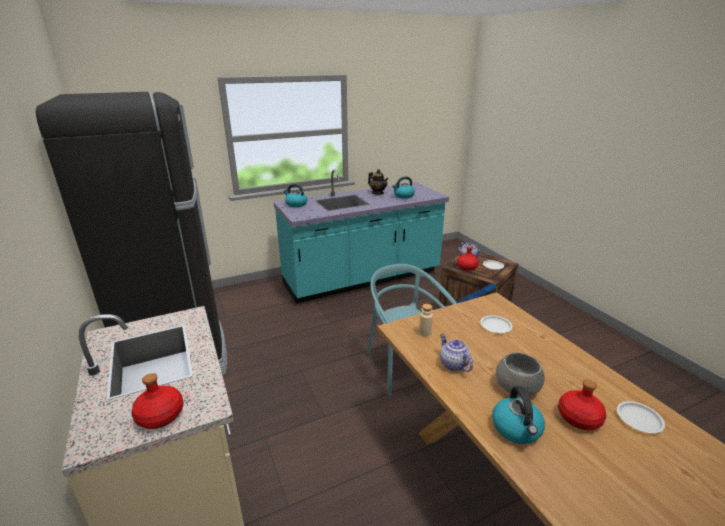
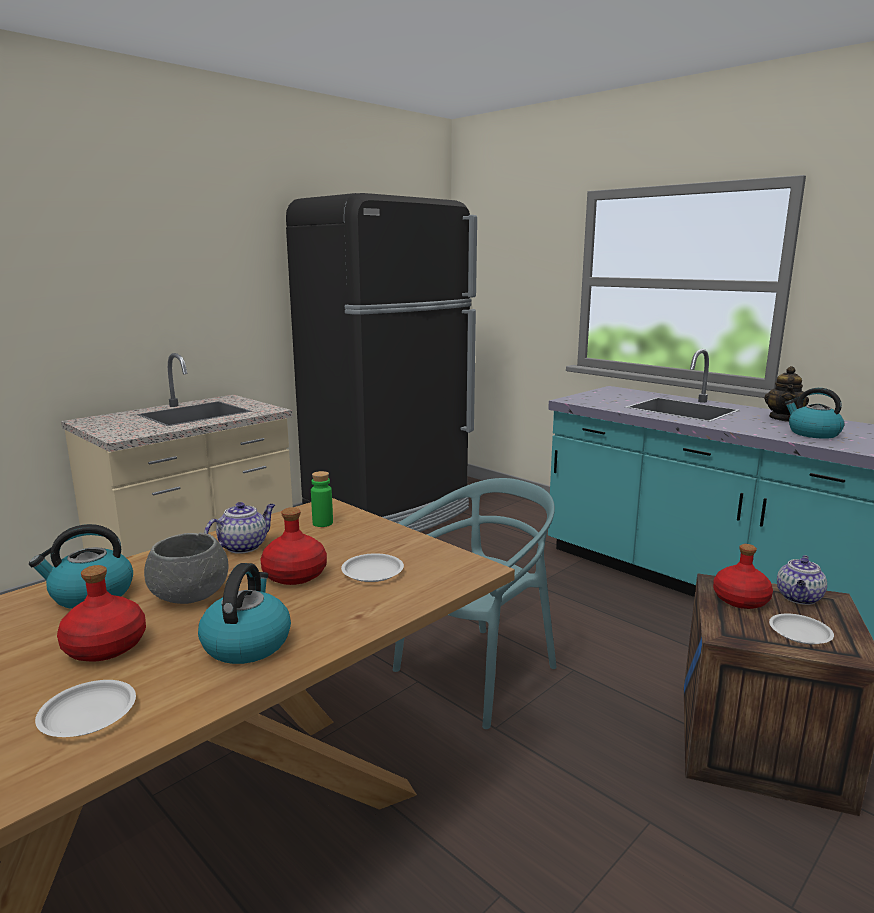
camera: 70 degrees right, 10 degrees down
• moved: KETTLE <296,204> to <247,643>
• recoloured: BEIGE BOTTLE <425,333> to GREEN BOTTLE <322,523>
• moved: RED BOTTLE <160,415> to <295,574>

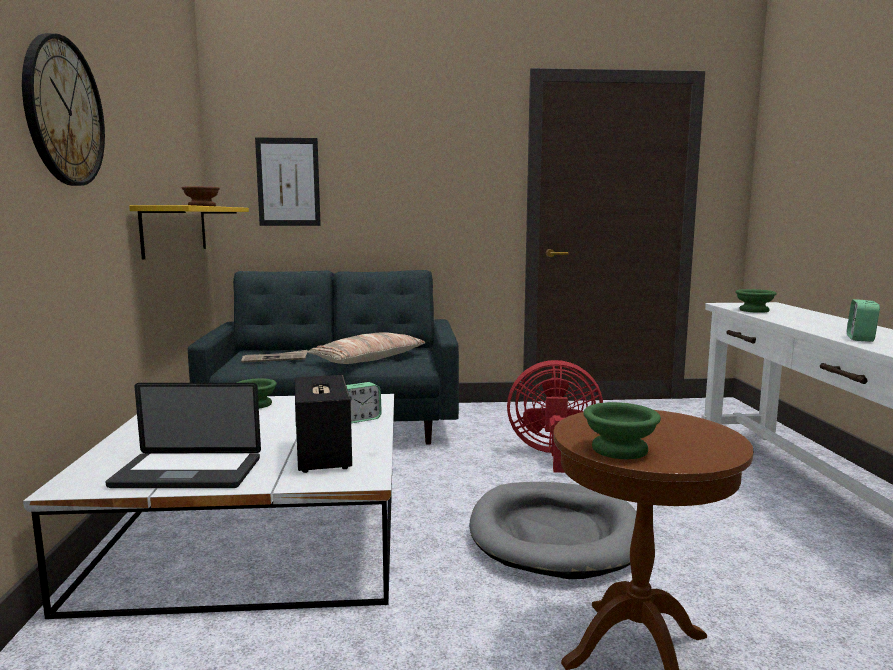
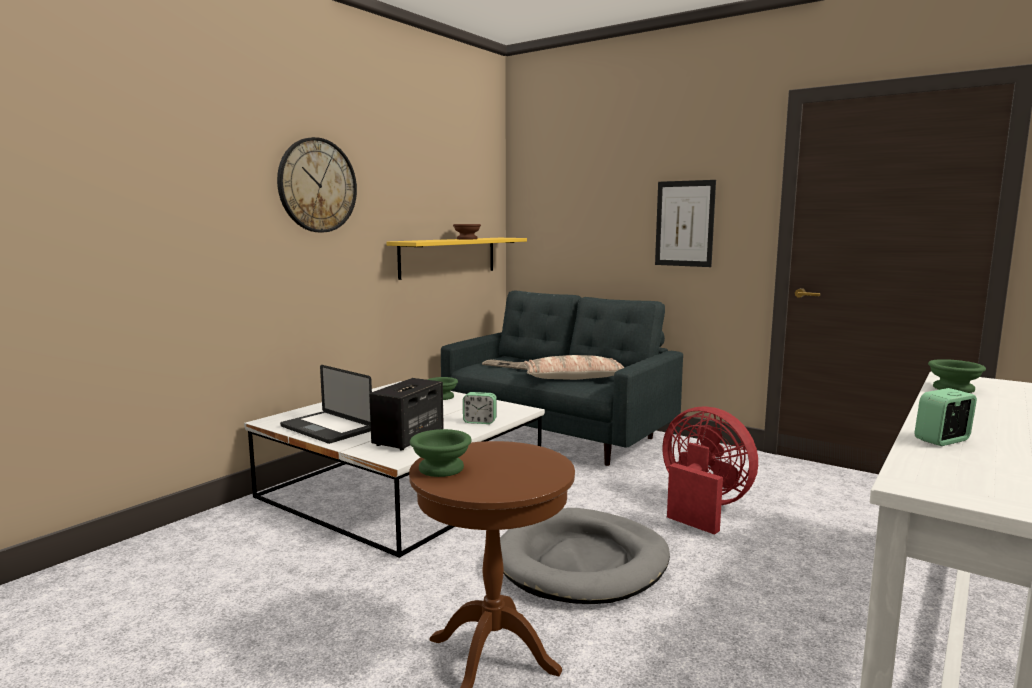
camera: 40 degrees right, 0 degrees up
• moved: PICTURE <288,182> to <684,223>

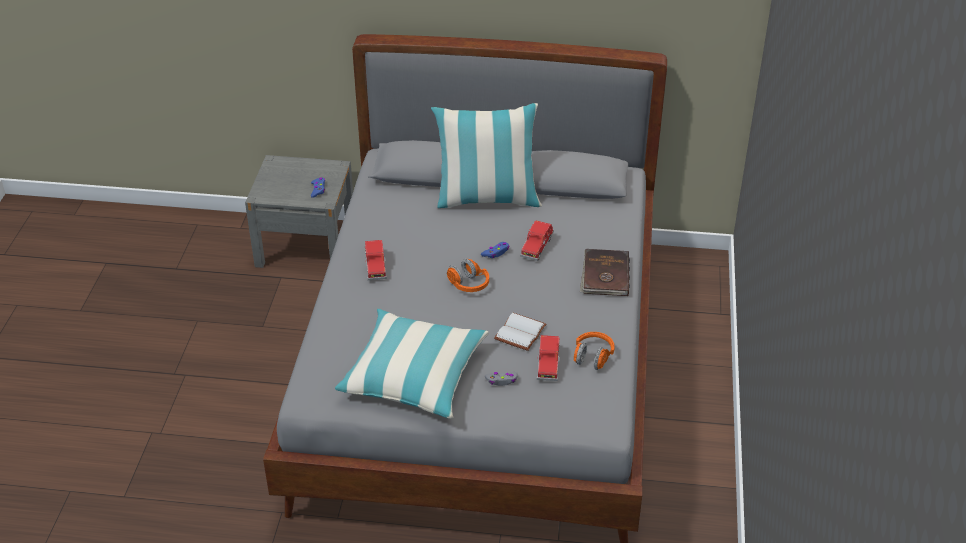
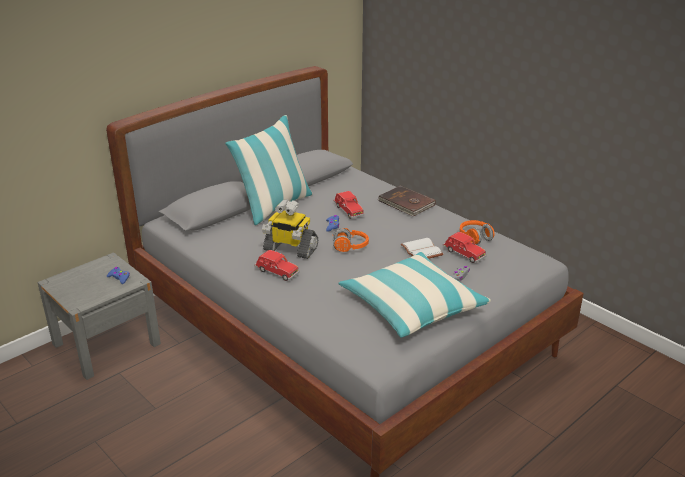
camera: 50 degrees left, 10 degrees down
• added: TOY ROBOT <290,249>

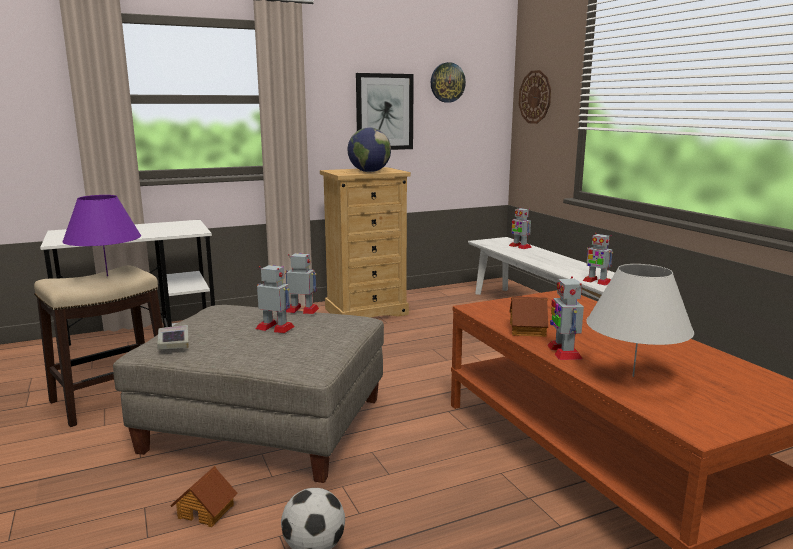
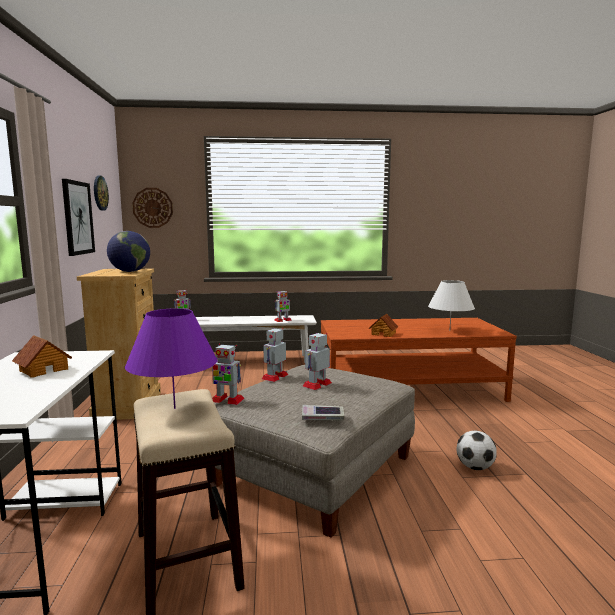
camera: 70 degrees left, 5 degrees down
• moved: TOY ROBOT <563,352> to <227,400>
• moved: TOY HOUSE <206,510> to <43,370>

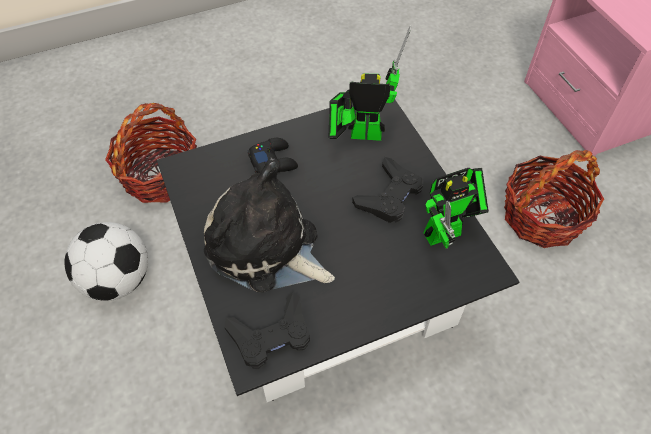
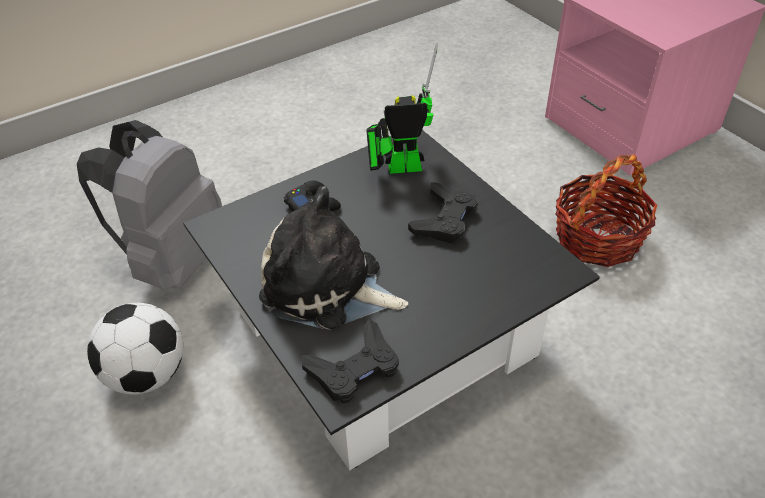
camera: 10 degrees left, 10 degrees down
• replaced: BASKET <160,175> to GREY BACKPACK <173,260>
• removed: TOY ROBOT <447,232>

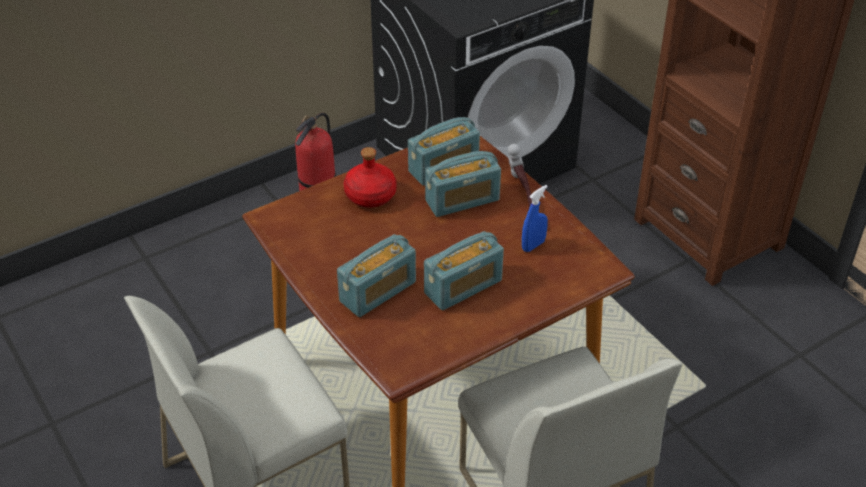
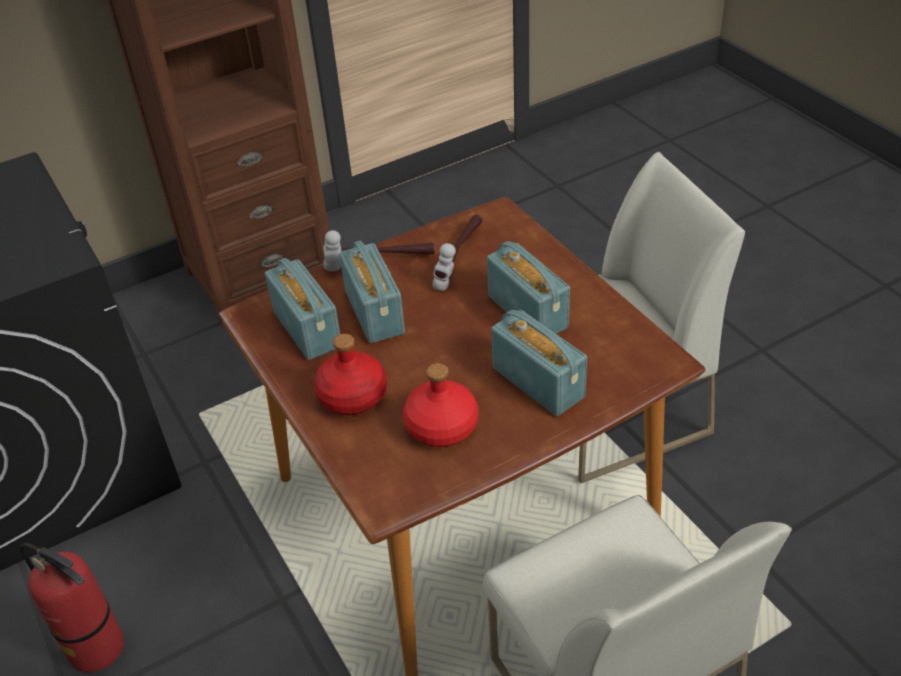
camera: 85 degrees left, 0 degrees up
• replaced: BLUE SPRAY BOTTLE <533,245> to HAMMER <460,258>
• added: RED BOTTLE <441,427>

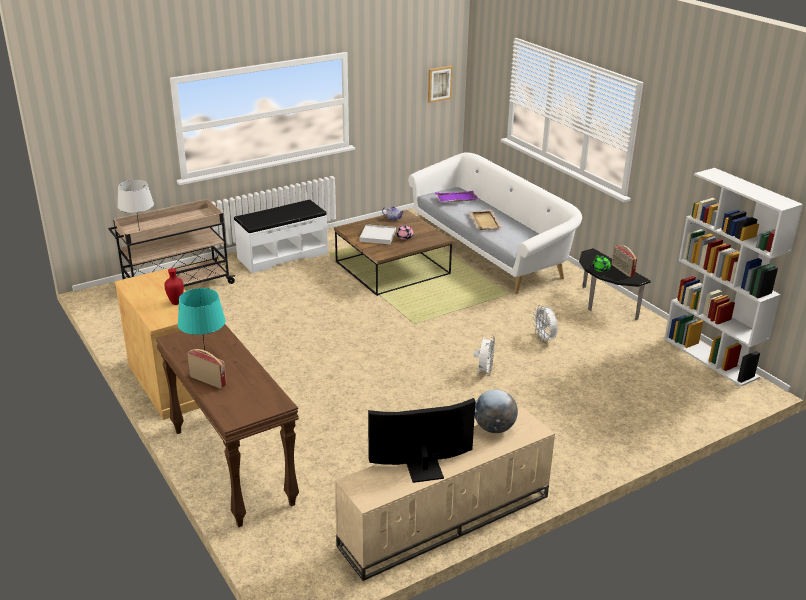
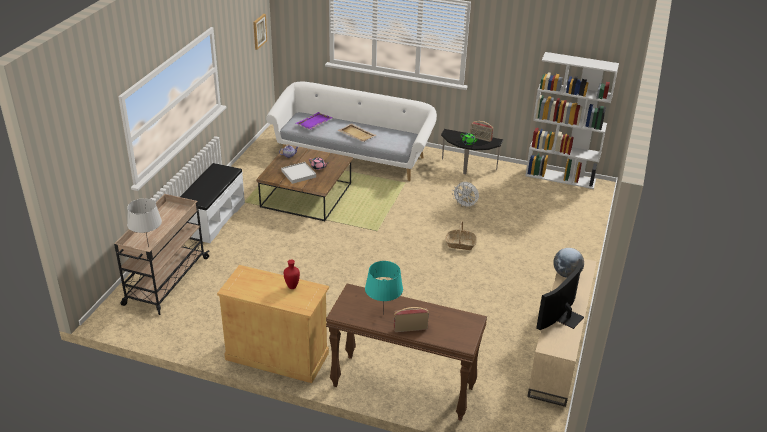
camera: 40 degrees left, 5 degrees up
• replaced: WHITE FAN <484,371> to BASKET <460,244>

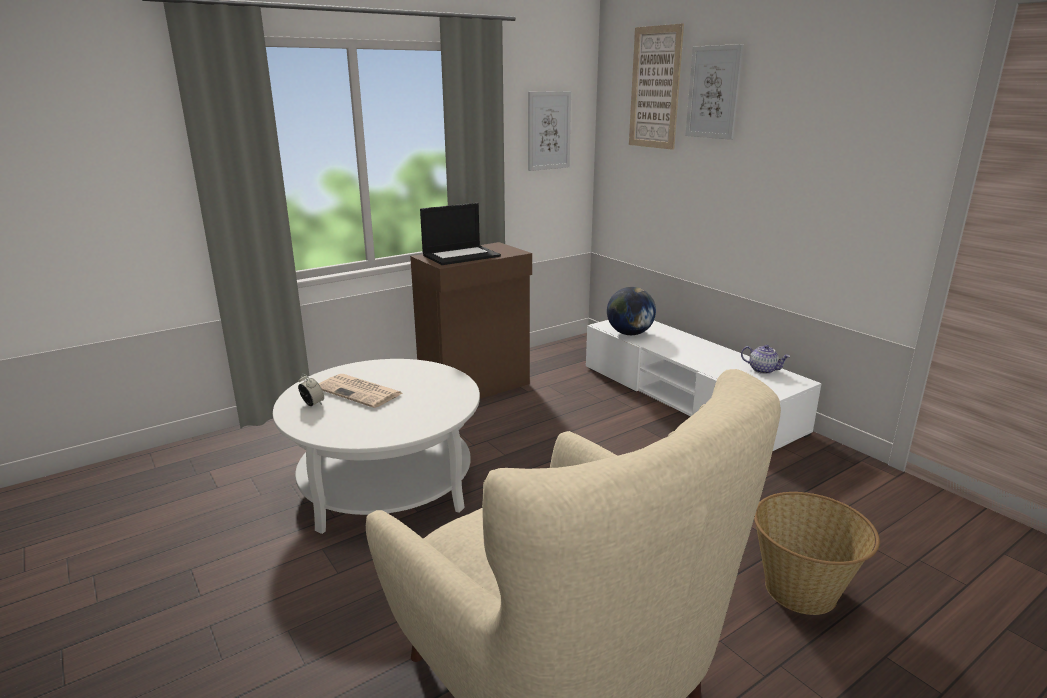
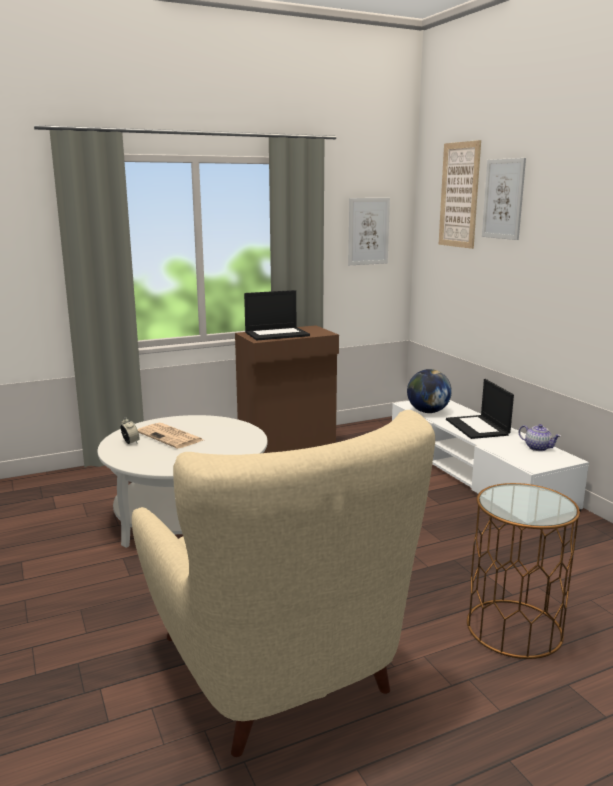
camera: 10 degrees right, 5 degrees down
• replaced: BASKET <802,590> to BROWN SIDE TABLE <514,628>
• added: LAPTOP <478,427>

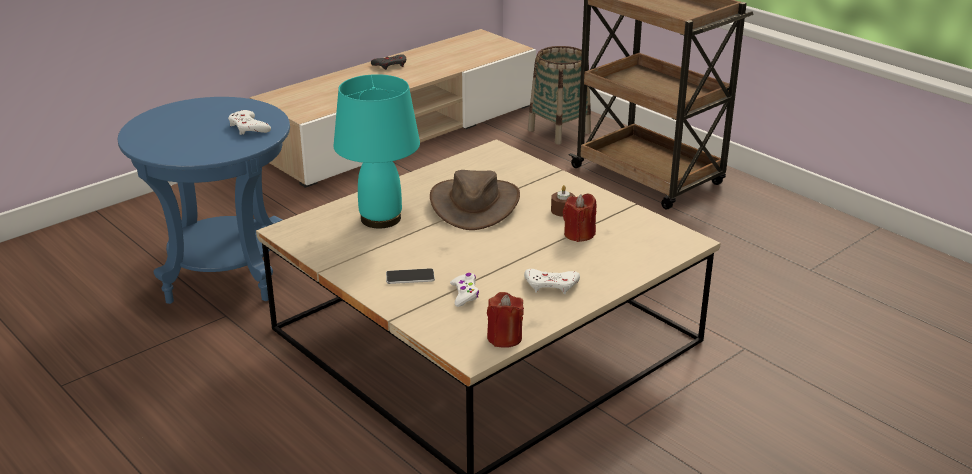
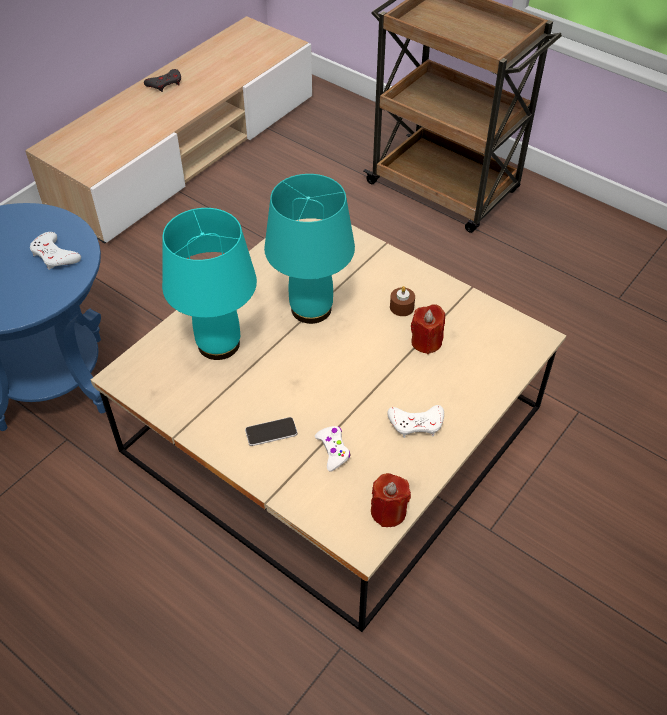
camera: 10 degrees left, 20 degrees up
• removed: BASKET <559,131>
• replaced: BROWN HAT <474,204> to TURQUOISE TABLE LAMP <310,308>

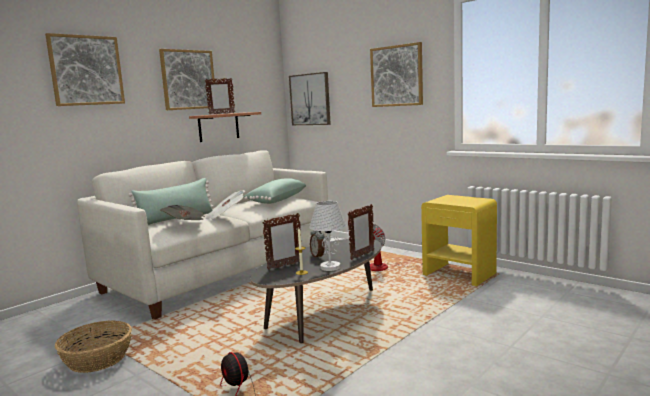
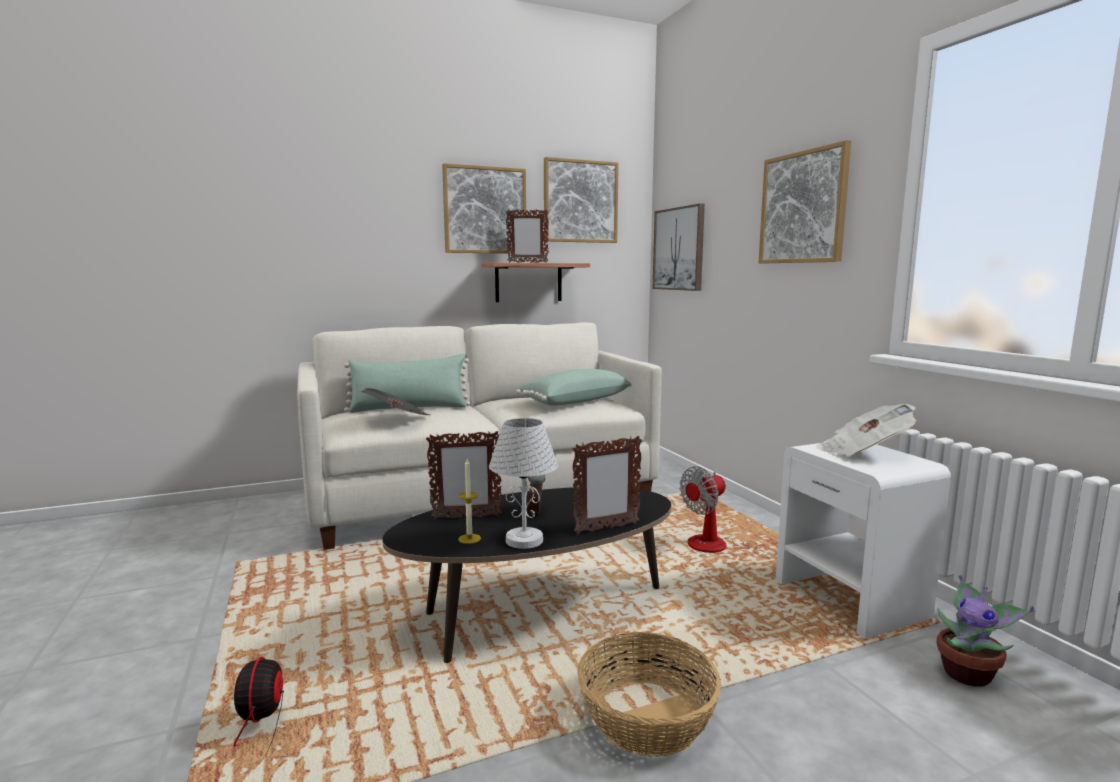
camera: 25 degrees right, 0 degrees up
• moved: PICTURE <86,70> to <580,201>
• moved: NEWSPAPER <225,216> to <863,452>
• recoloured: YELLOW NIGHTSTAND <459,274> to WHITE NIGHTSTAND <850,600>
• moved: BASKET <97,359> to <645,717>
• added: POTTED PLANT <969,674>

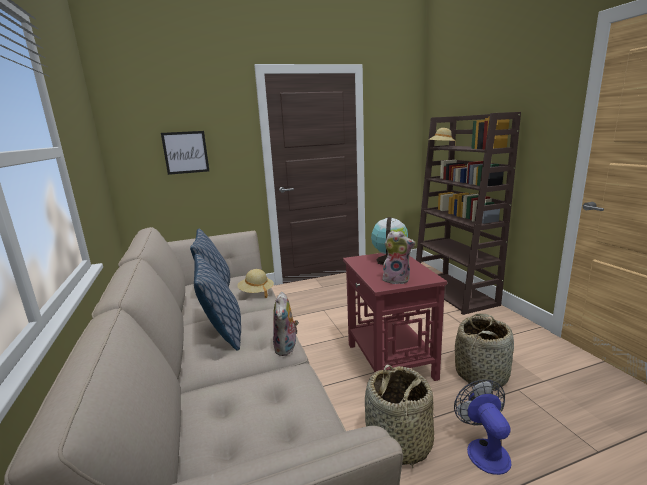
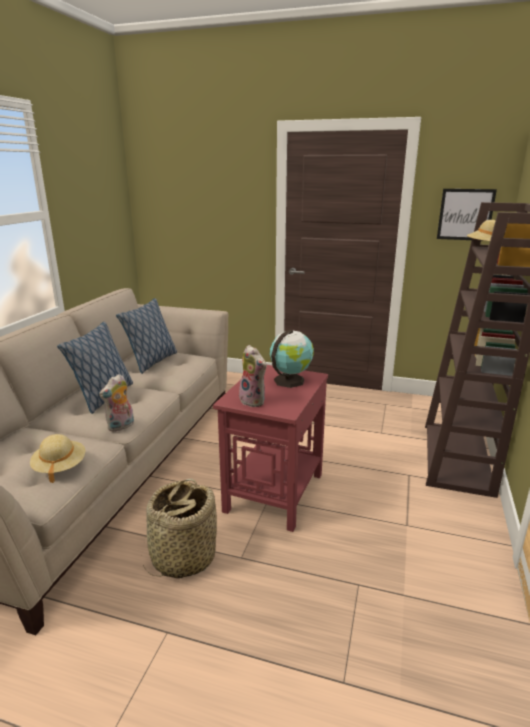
camera: 35 degrees right, 5 degrees up
• moved: PICTURE <185,152> to <465,214>
• moved: BEIGE HAT <256,292> to <60,467>
• removed: BASKET <481,374>
• removed: FAN <484,449>

